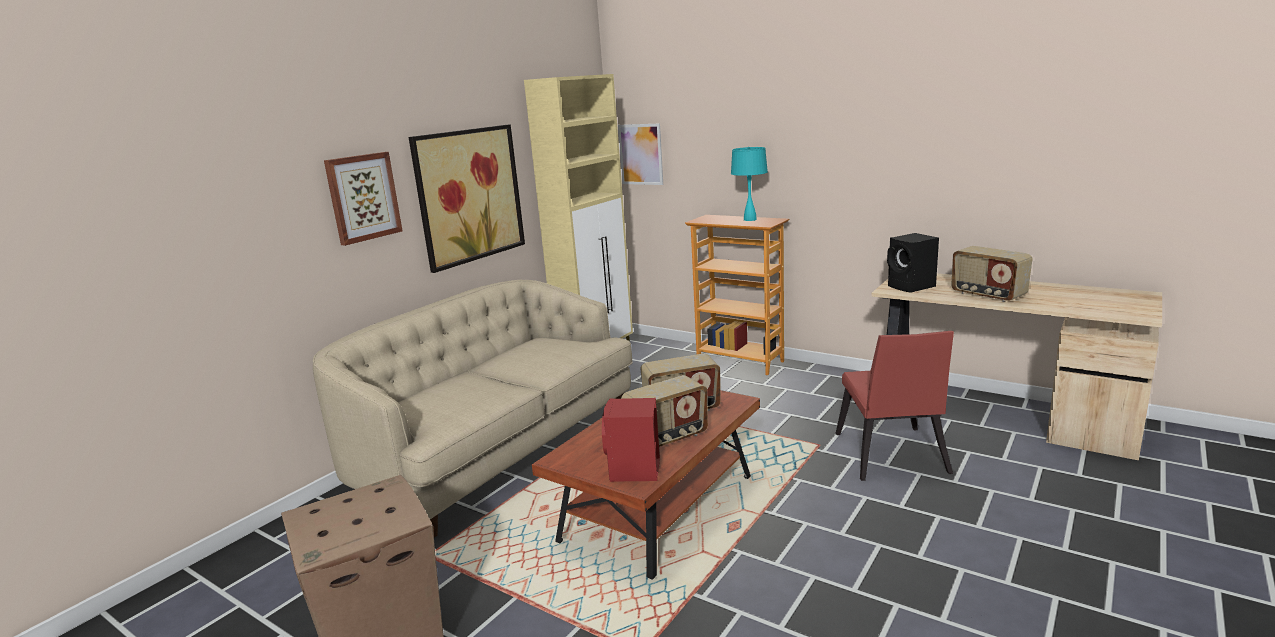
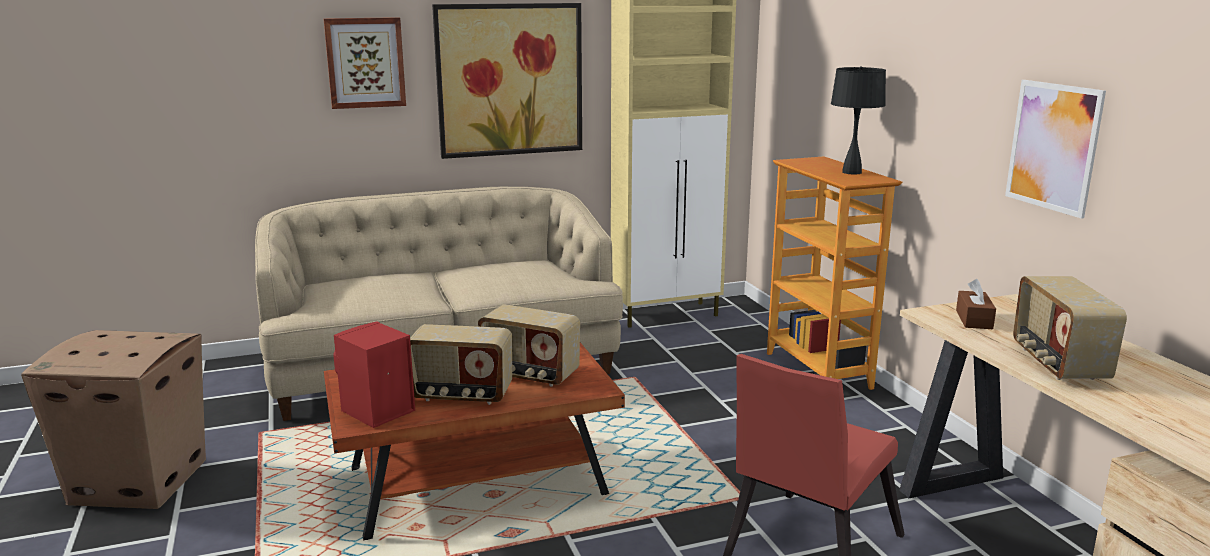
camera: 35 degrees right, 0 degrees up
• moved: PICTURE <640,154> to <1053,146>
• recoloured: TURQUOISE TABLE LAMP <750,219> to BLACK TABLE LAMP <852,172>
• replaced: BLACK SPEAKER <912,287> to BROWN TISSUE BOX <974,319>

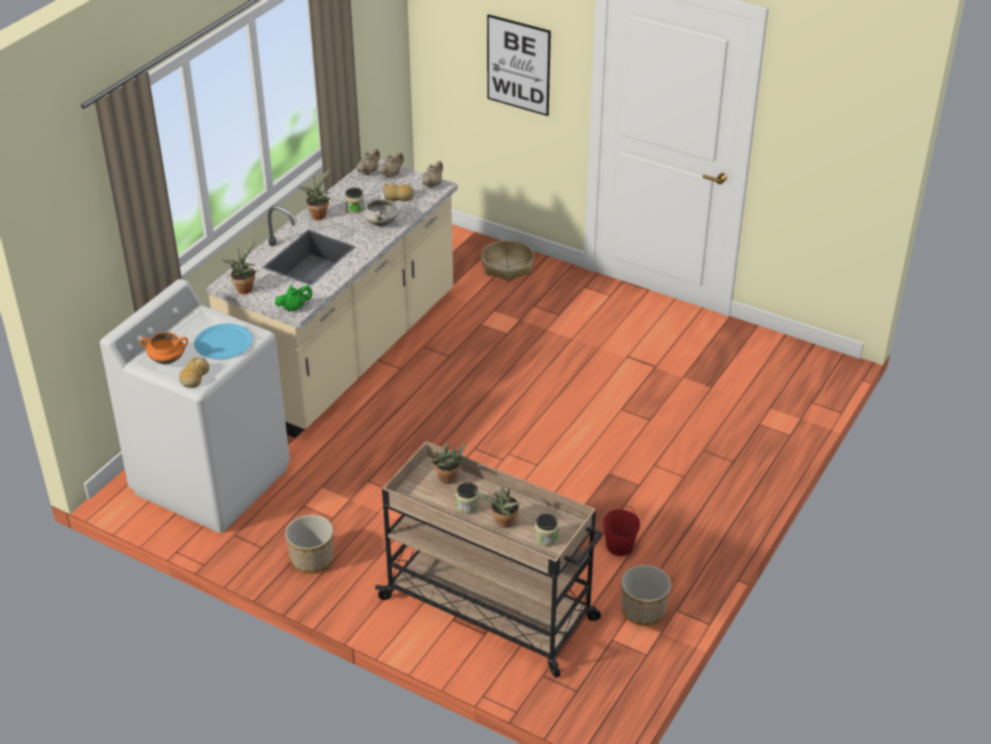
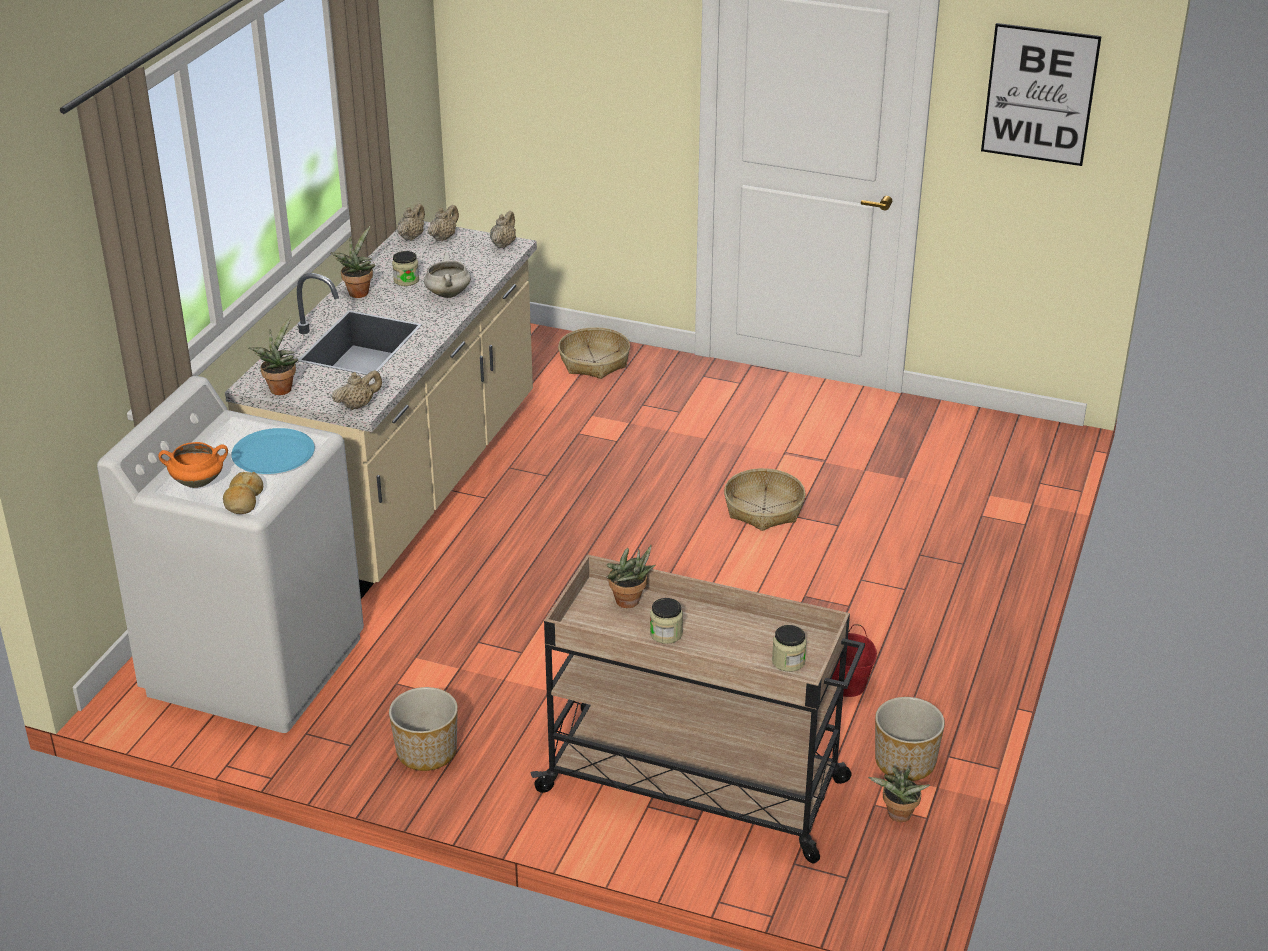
camera: 10 degrees left, 5 degrees down
• moved: PICTURE <518,65> to <1039,94>
• removed: BREAD <398,197>
• recoloured: GREEN TEAPOT <294,308> to BEIGE TEAPOT <358,405>
• moved: POTTED PLANT <502,523> to <897,816>
• added: BASKET <764,509>

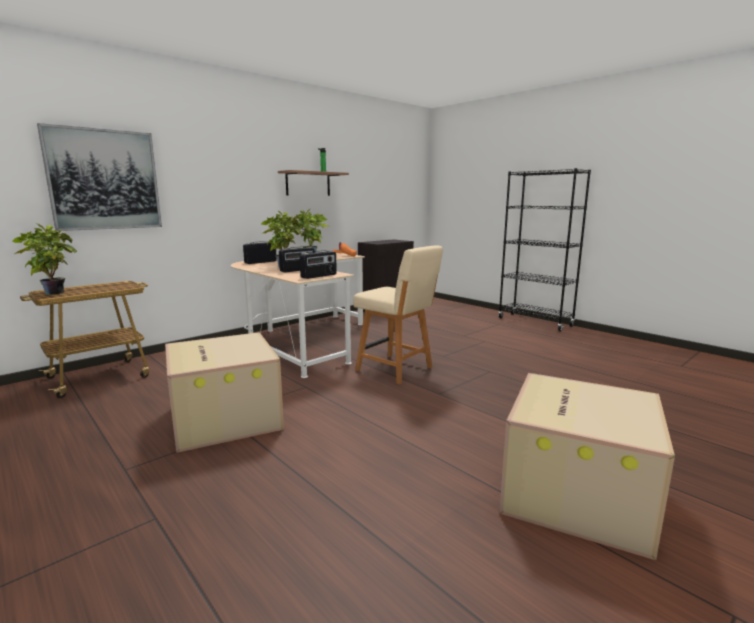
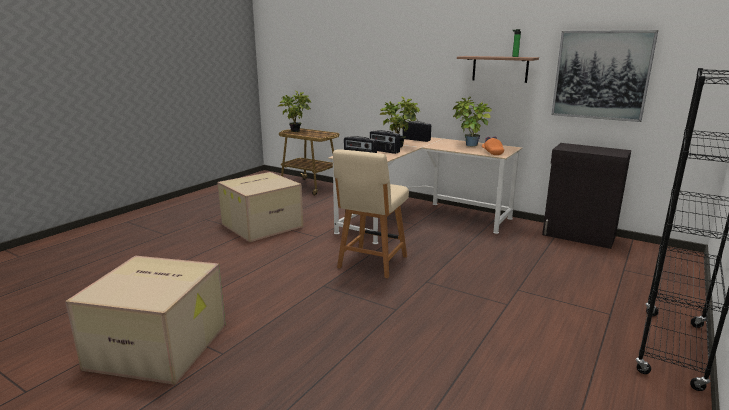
camera: 75 degrees right, 5 degrees up
• moved: PICTURE <104,180> to <601,75>

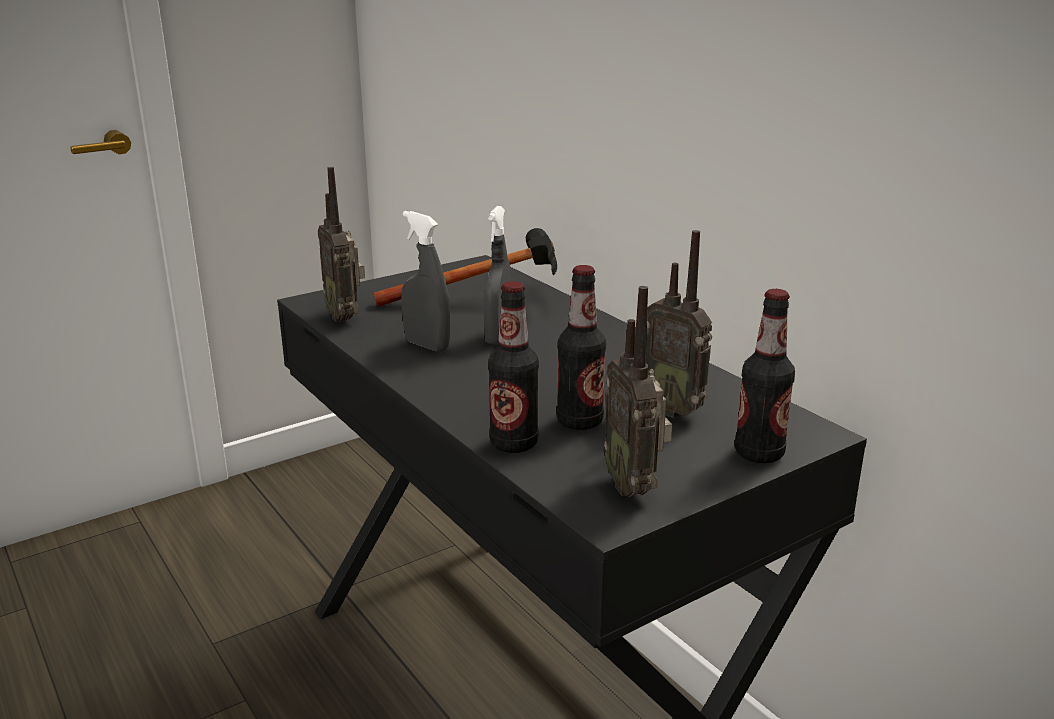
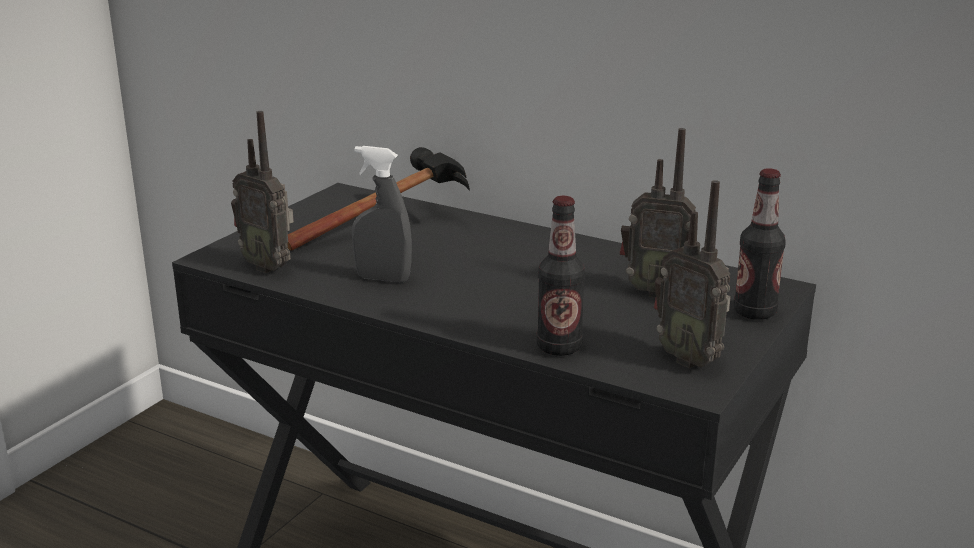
camera: 25 degrees left, 0 degrees up
• removed: GREY SPRAY BOTTLE <498,337>
• removed: BOTTLE <579,421>

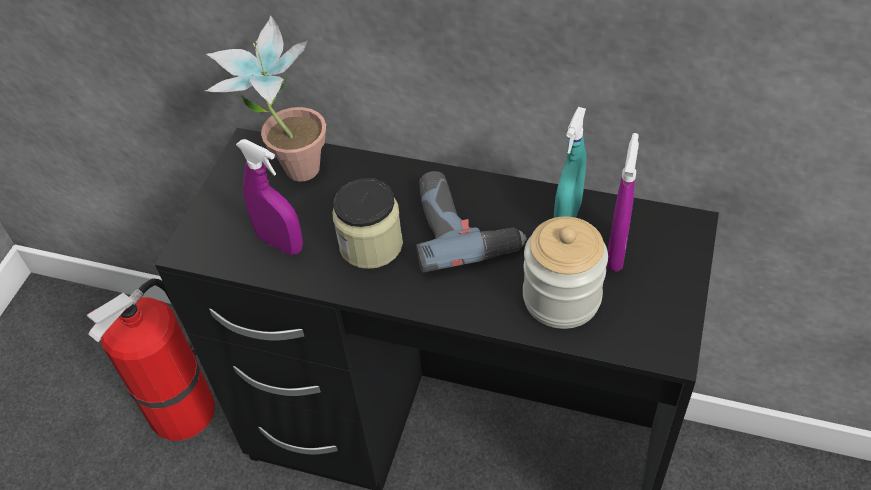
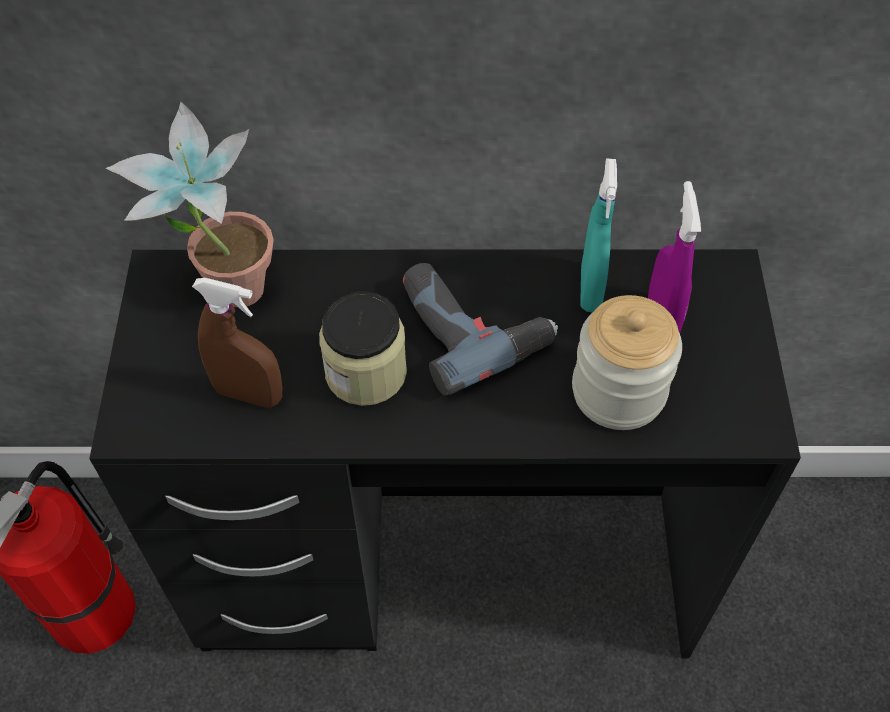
camera: 20 degrees left, 5 degrees up
• recoloured: PURPLE SPRAY BOTTLE <280,243> to BROWN SPRAY BOTTLE <249,394>

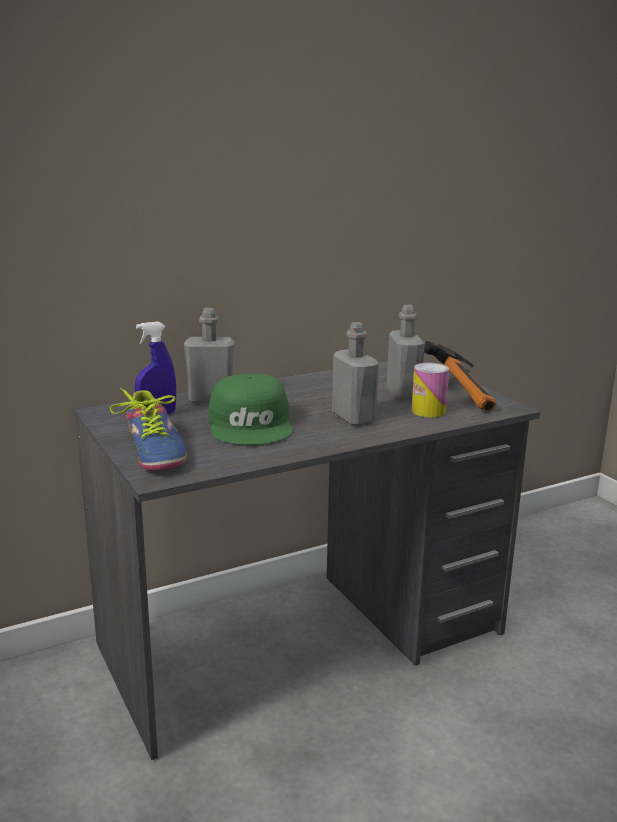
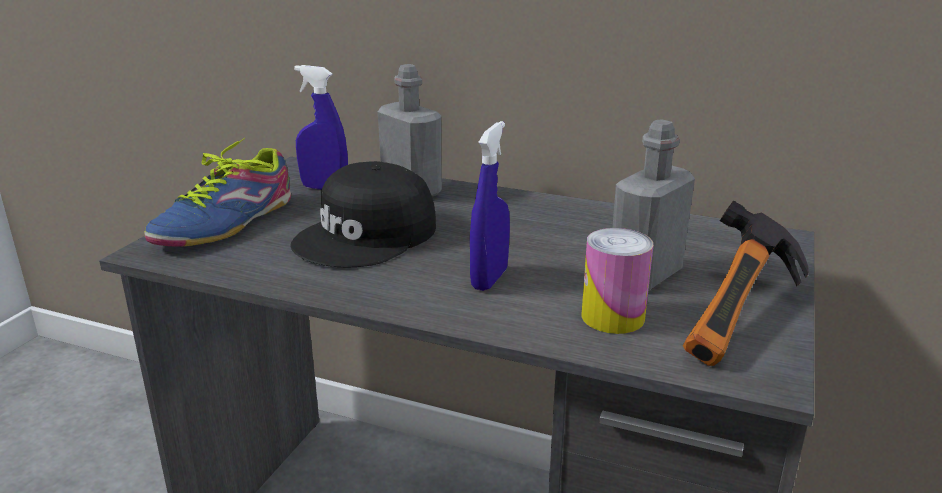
camera: 50 degrees right, 5 degrees up
• replaced: GREY BOTTLE <353,418> to BLUE SPRAY BOTTLE <489,279>
• recoloured: GREEN CAP <252,425> to BLACK CAP <368,236>

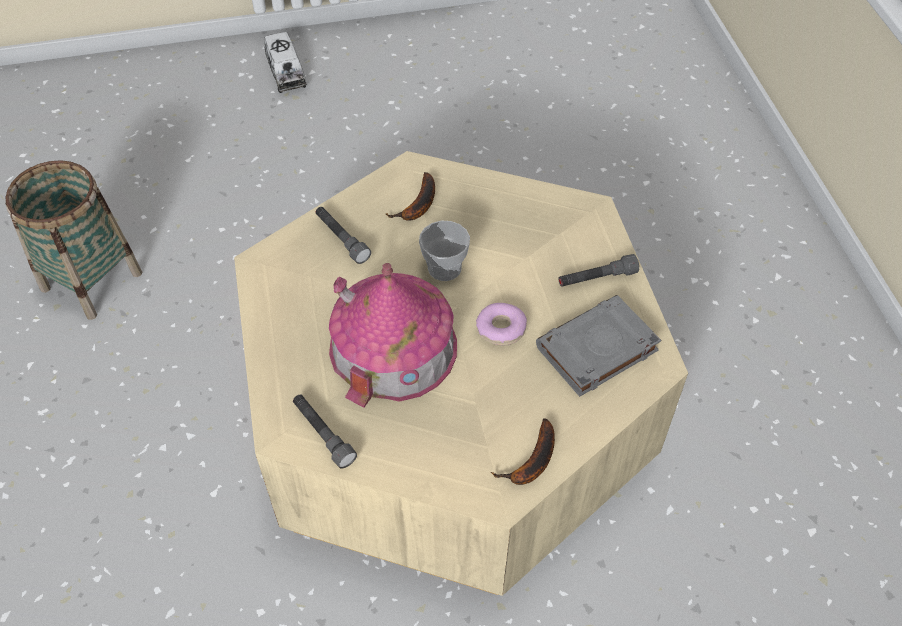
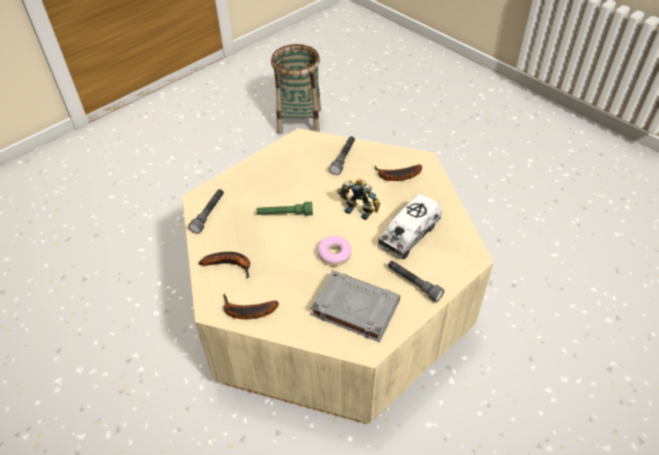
camera: 60 degrees right, 5 degrees down
• moved: TOY TRUCK <286,72> to <409,234>
• replaced: CUP <444,268> to TOY ROBOT <359,209>
• replaced: TOY HOUSE <393,347> to GREEN FLASHLIGHT <285,214>
• added: BANANA <230,264>

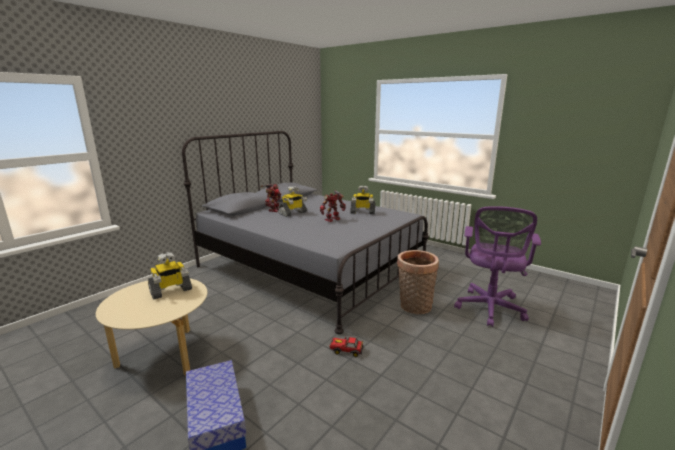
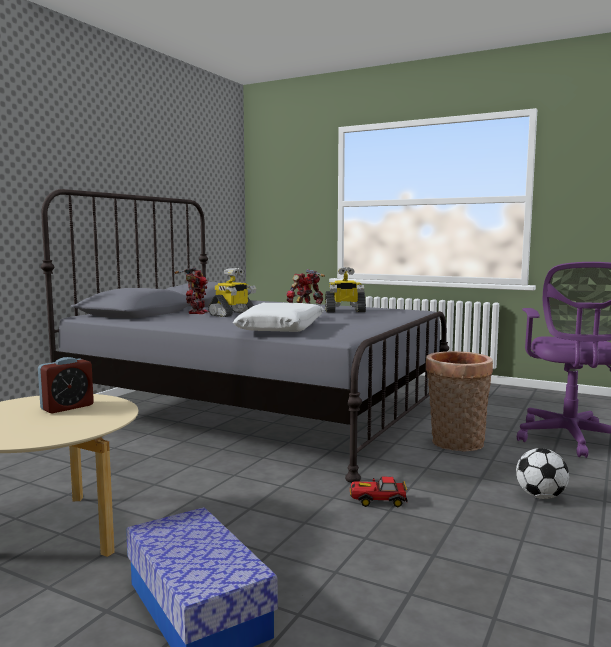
camera: 10 degrees left, 10 degrees down
• replaced: TOY ROBOT <171,291> to ALARM CLOCK <67,407>
• added: WHITE PILLOW <282,329>
• added: FOOTBALL <540,496>

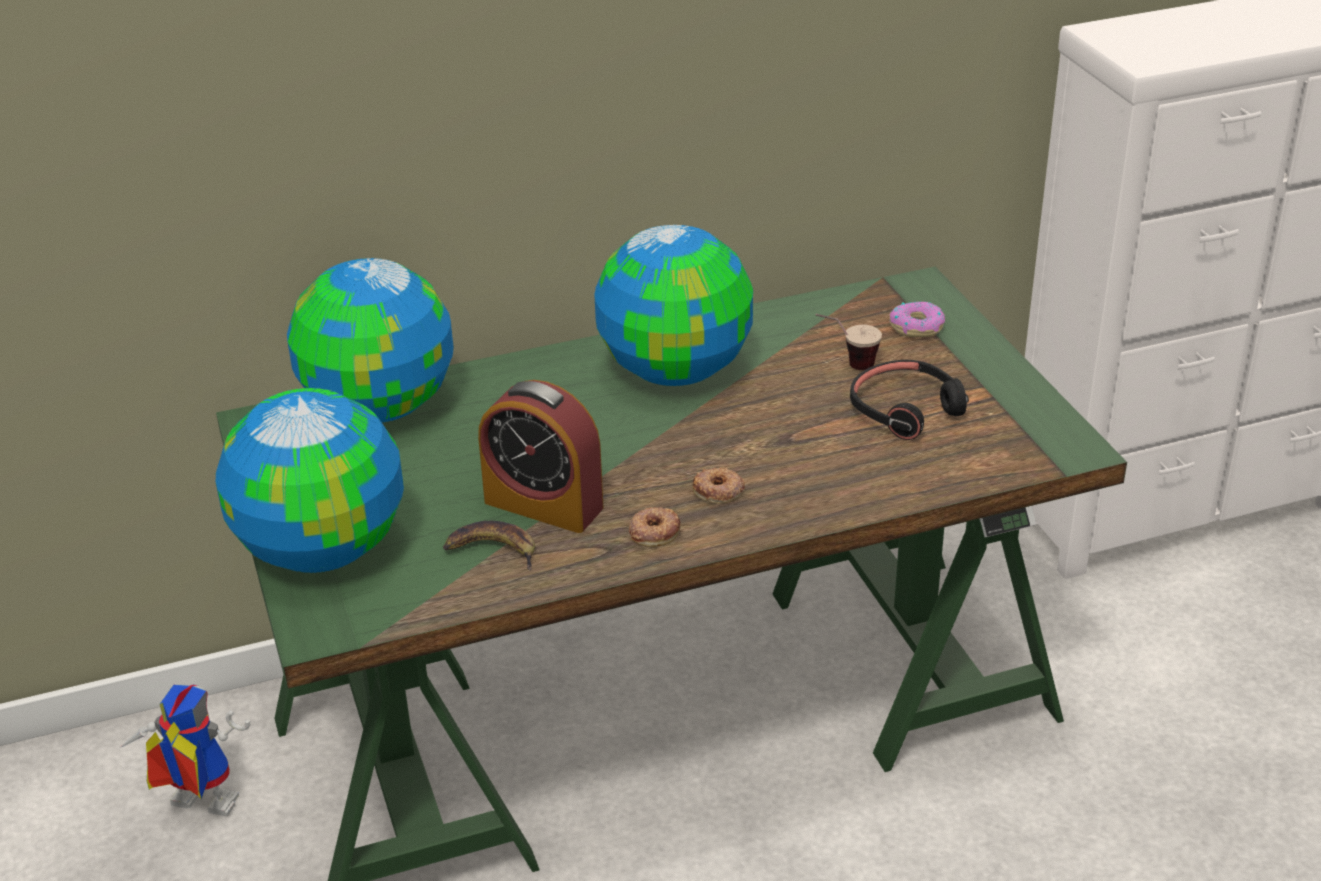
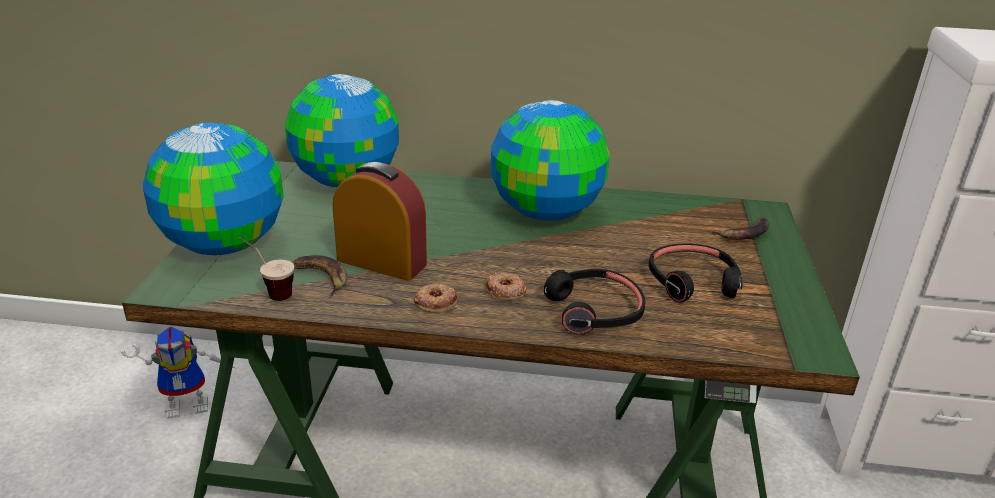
camera: 25 degrees right, 5 degrees down
• replaced: DONUT <916,327> to BANANA <743,233>
• moved: CUP <846,365> to <270,292>
• turned: ALARM CLOCK <543,504> = <381,262> 150 degrees clockwise
• turned: TOY ROBOT <195,808> = <191,403> 120 degrees clockwise
• added: BLACK HEADPHONES <595,311>

